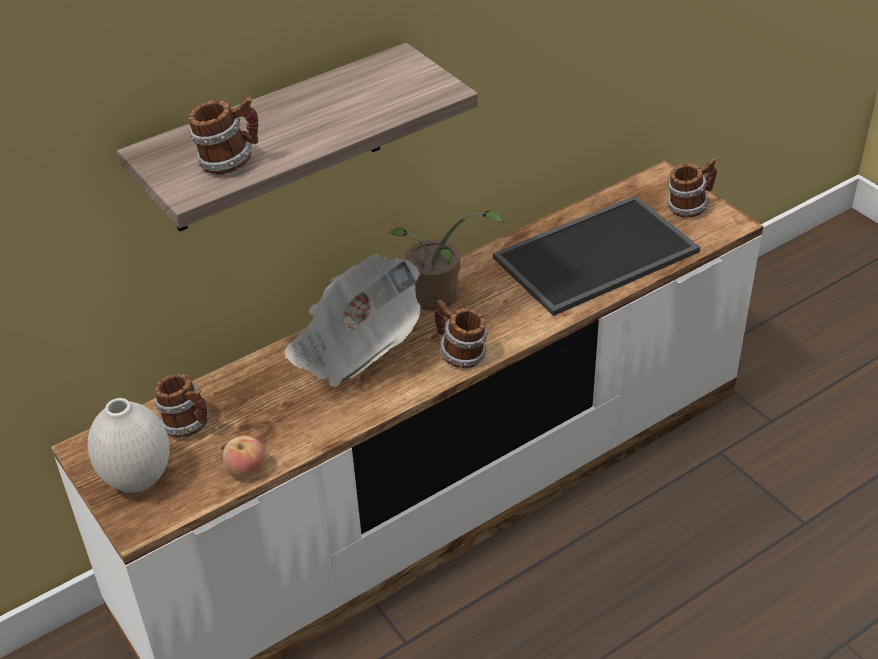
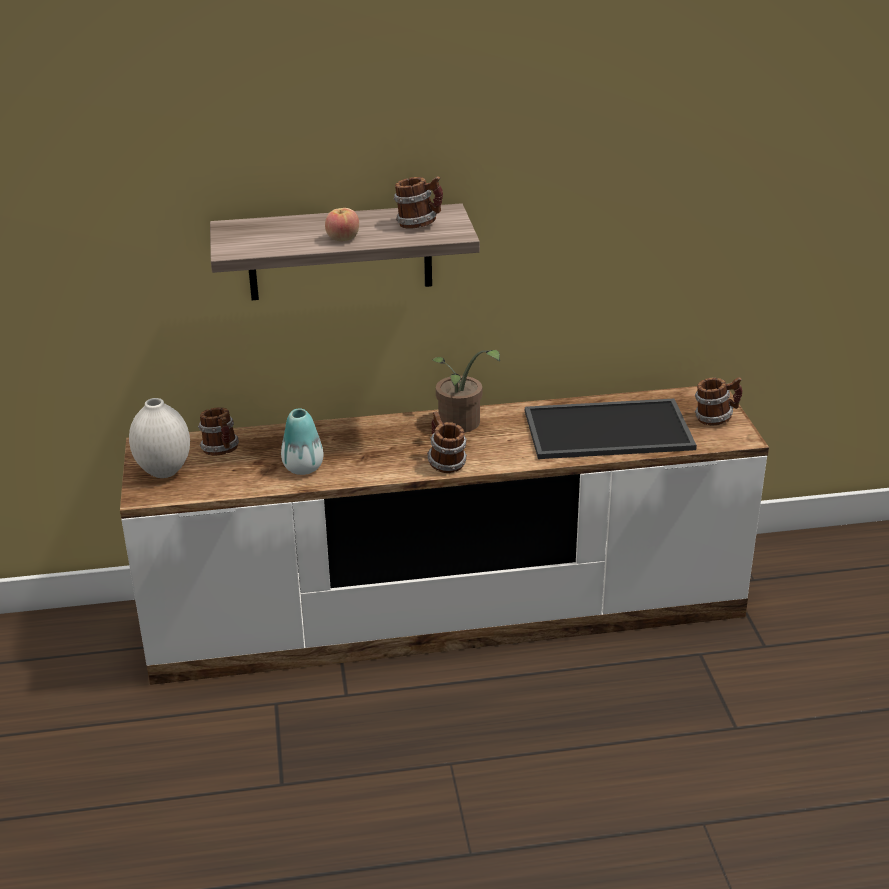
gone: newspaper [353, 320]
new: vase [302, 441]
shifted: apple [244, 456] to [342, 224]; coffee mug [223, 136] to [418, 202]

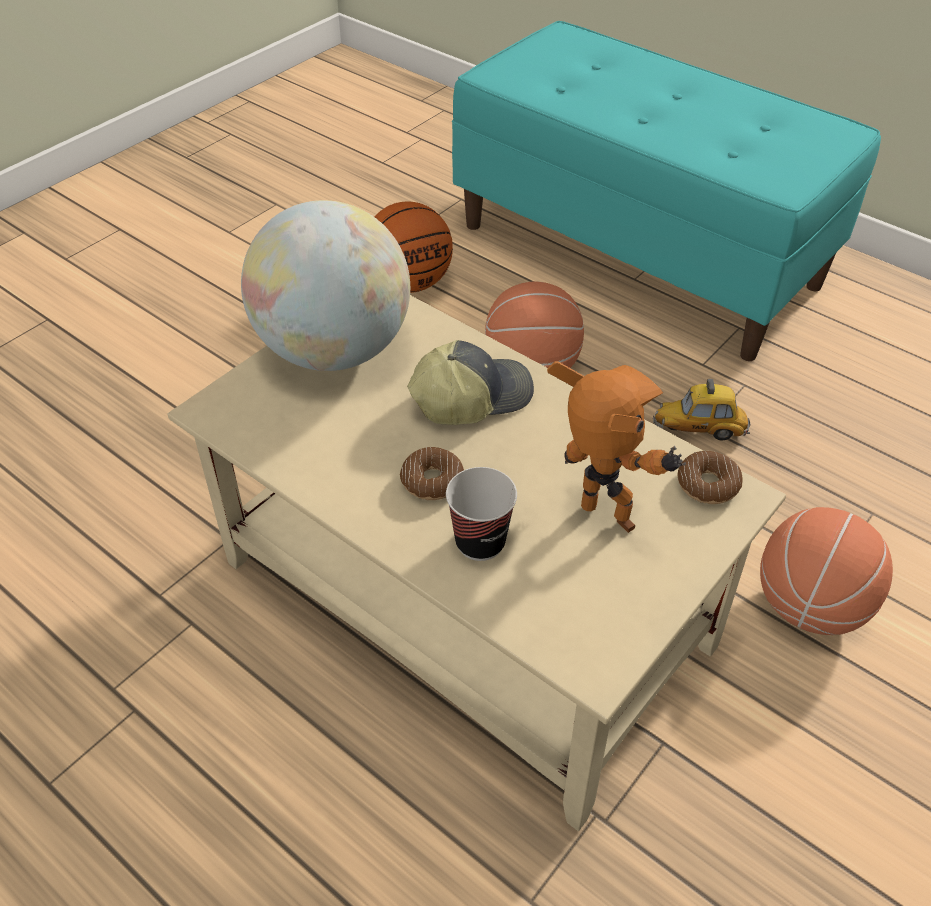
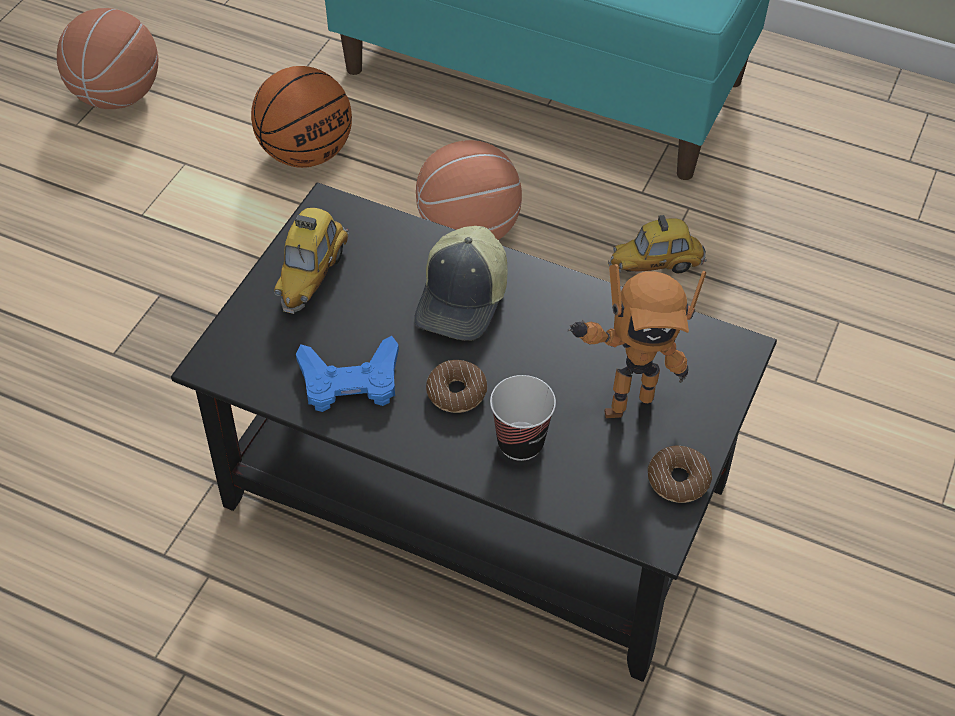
new: gamepad/blue-coloured [347, 374]
shifted: basketball ball [826, 571] to [107, 58]; ring doughnut [710, 477] to [680, 474]
swapped: desk globe [325, 285] to miniature car [311, 261]
repainted: low table/beige [477, 563] to low table/blackish [474, 432]
rotated: cap [470, 382] = [461, 283] 150 degrees clockwise; toy robot [616, 447] = [637, 341] 135 degrees clockwise

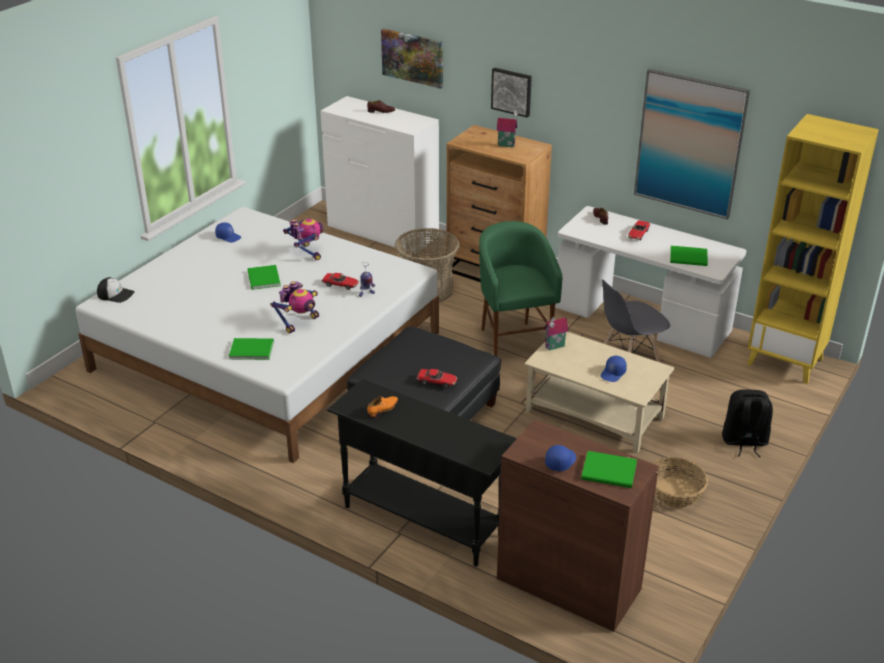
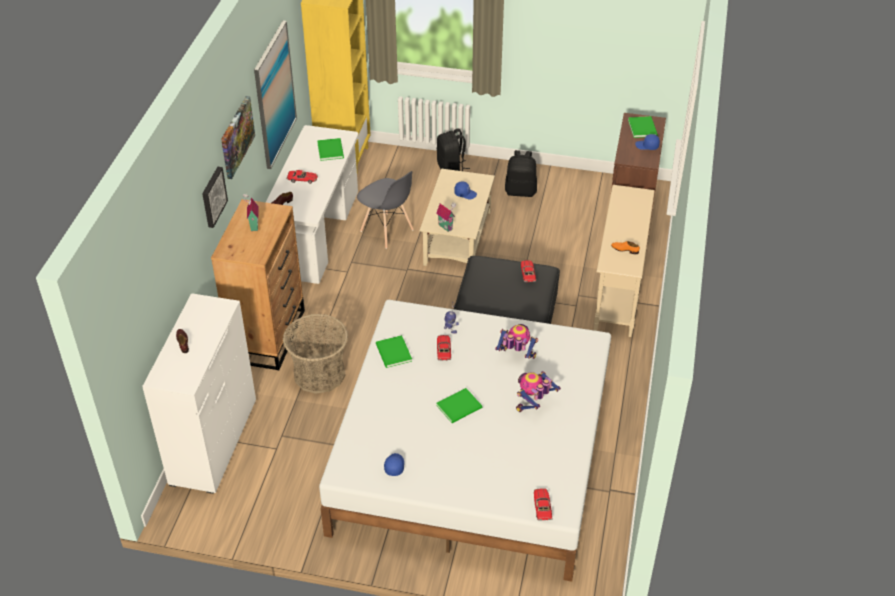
gone: stool/green-coloured [520, 288]
shifted: wall art [412, 59] to [238, 137]; volume/green-coloured [251, 349] to [394, 351]; toy robot [303, 239] to [538, 391]
swapped: household basket [680, 482] to backpack/blackish [521, 173]; cap [115, 290] to miniature car [543, 504]
repainted: narrow table/blackish [422, 472] to narrow table/beige [624, 261]

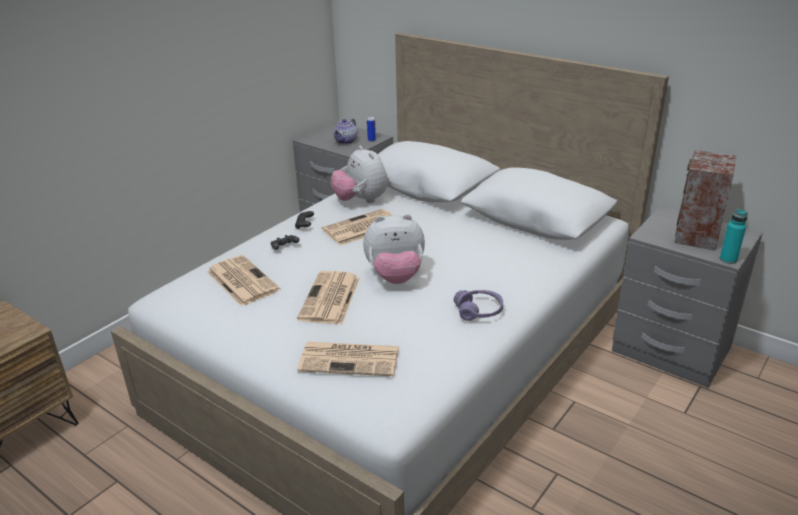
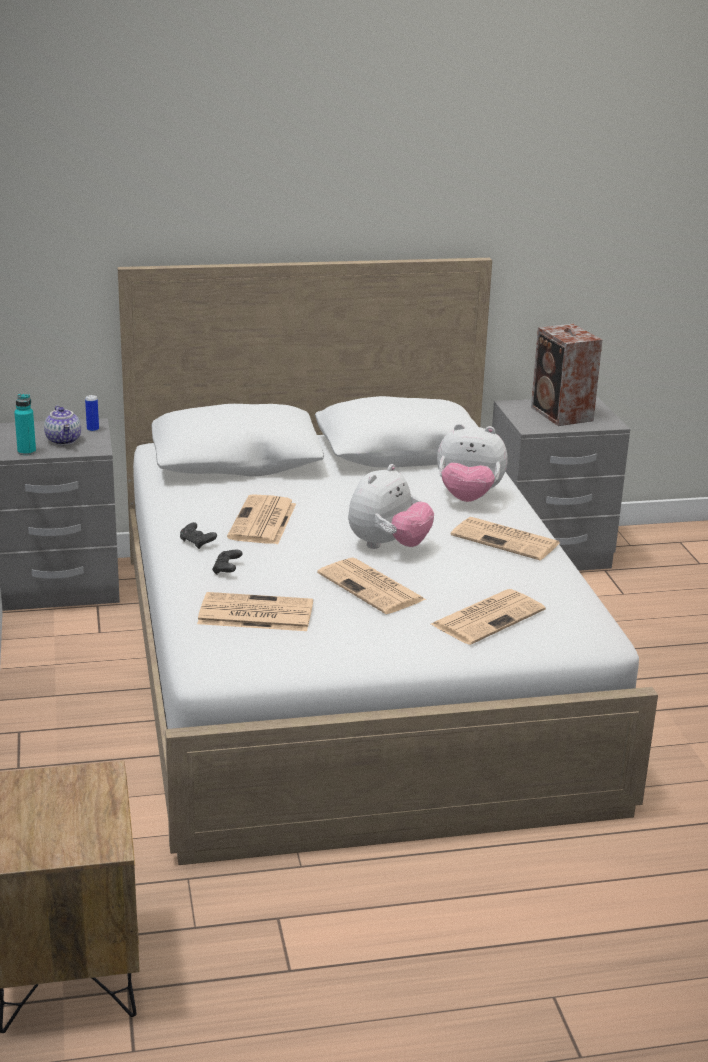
shifted: beverage bottle/blue-green [734, 236] to [25, 425]; plush toy [359, 174] to [472, 462]
swapped: headphones/purple [478, 305] to newspaper [505, 538]

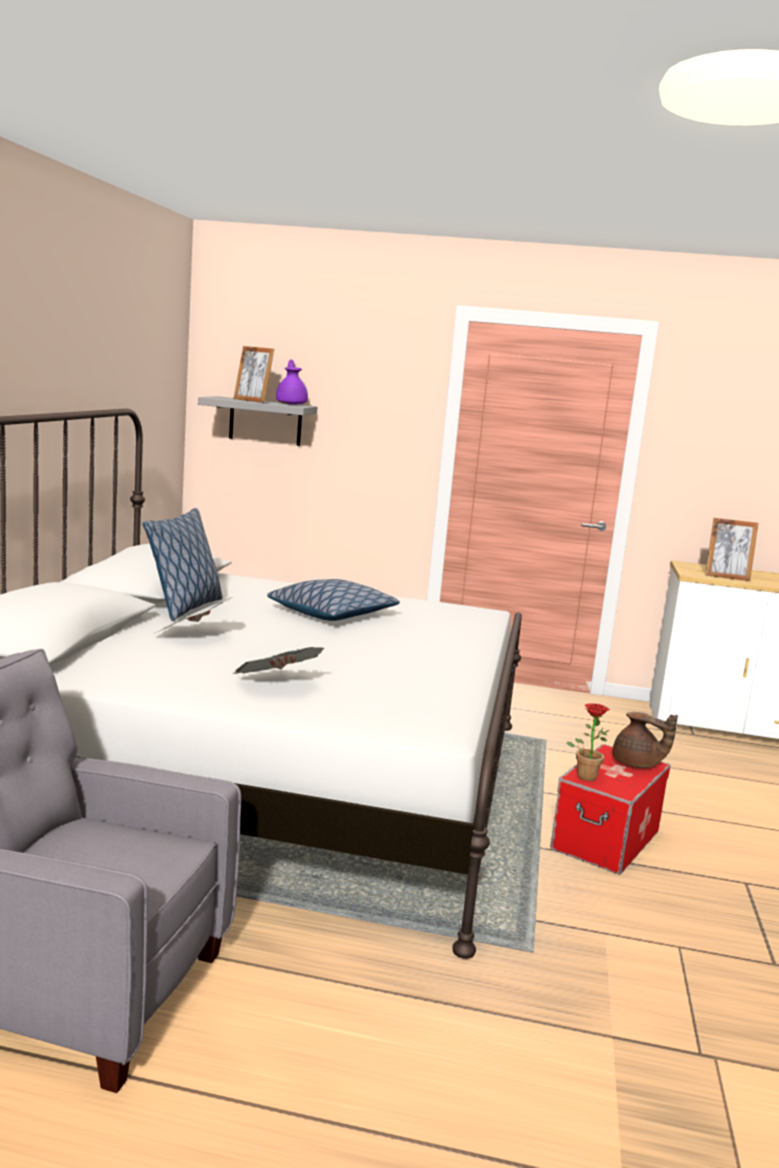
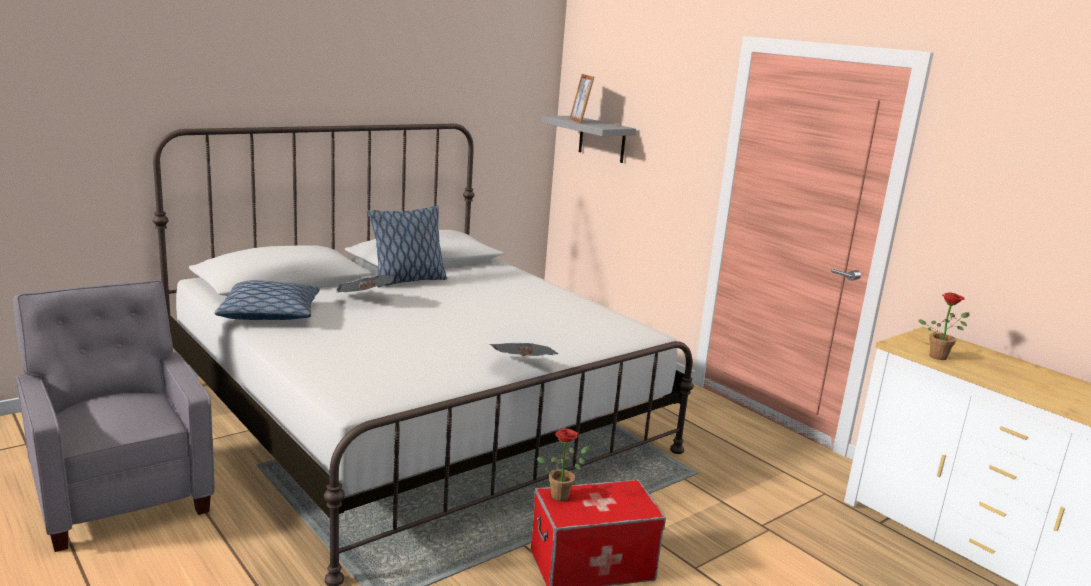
gone: pot for tea/purple [292, 382]; pot for tea/brown [645, 740]
shifted: cushion [333, 600] to [267, 300]; newspaper [278, 660] to [524, 349]
swapped: picture frame [732, 549] to potted plant [944, 326]

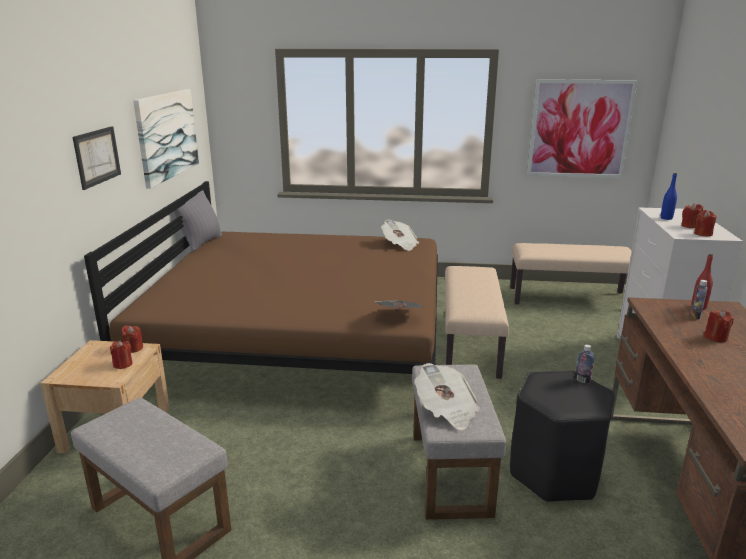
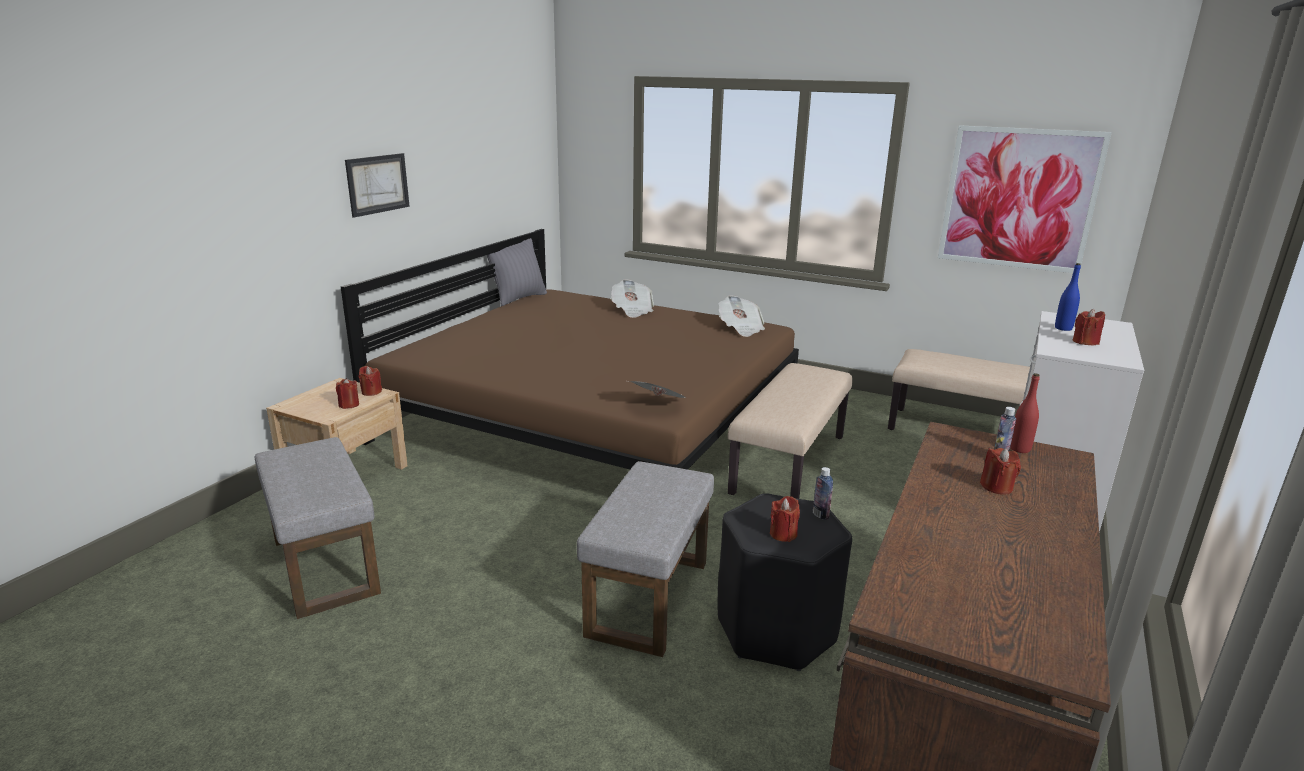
gone: wall art [166, 139]
shifted: newspaper [447, 396] to [632, 298]; candle/red [705, 223] to [785, 519]

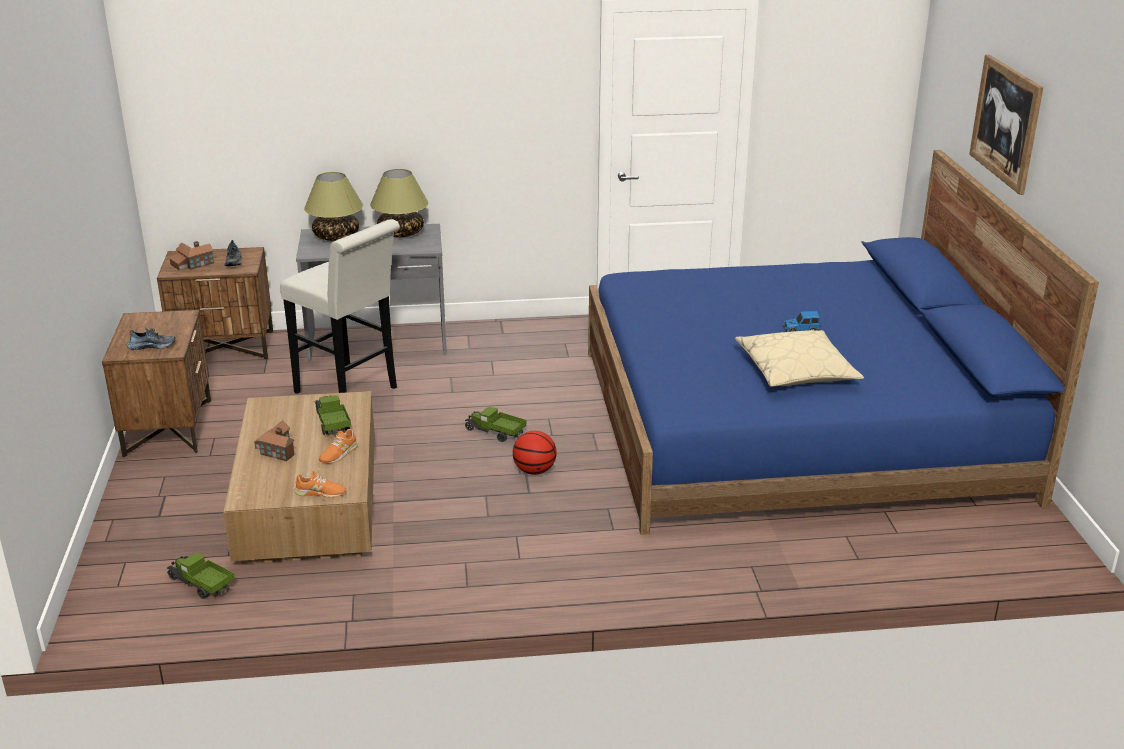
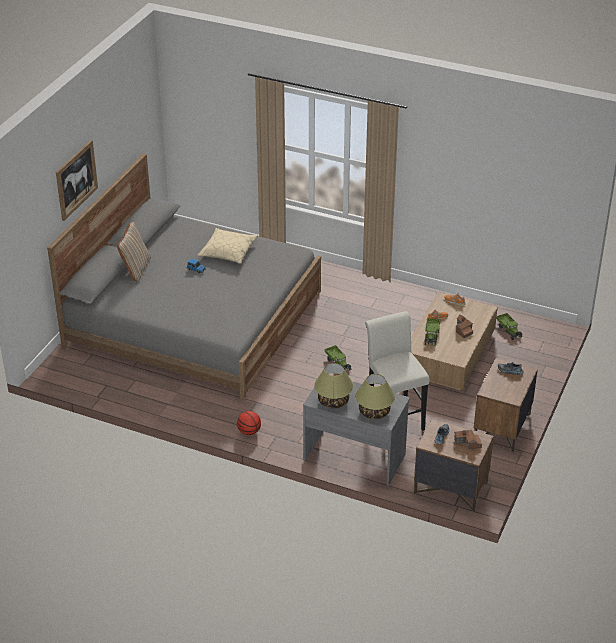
new: cushion/beige [134, 251]
shifted: basketball ball [535, 453] to [249, 423]
repainted: bedroom bed/blue-coloured [843, 342] to bedroom bed/greyish [184, 276]

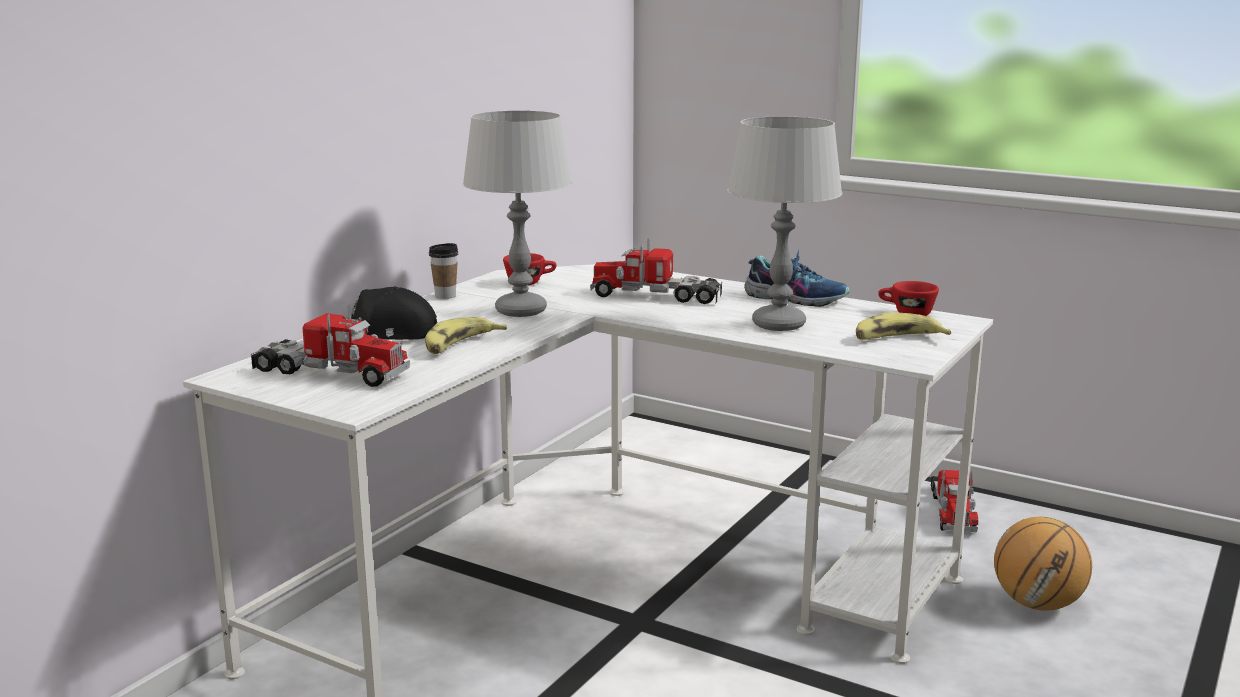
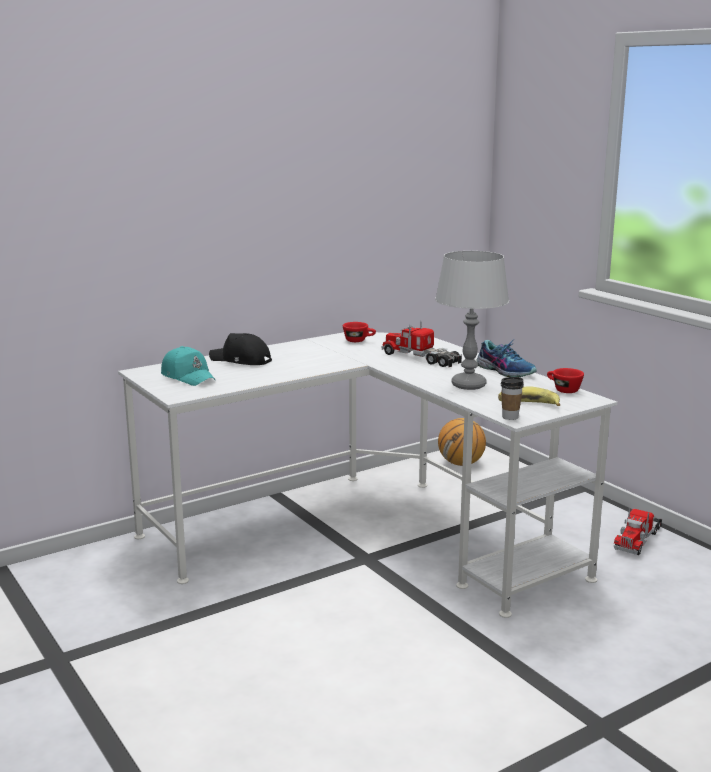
gone: banana [466, 335]; table lamp/greyish [517, 213]
shifted: basketball ball [1043, 563] to [462, 442]; cup [443, 271] to [512, 398]
swapped: model truck [330, 345] to cap/blue-green [188, 366]

